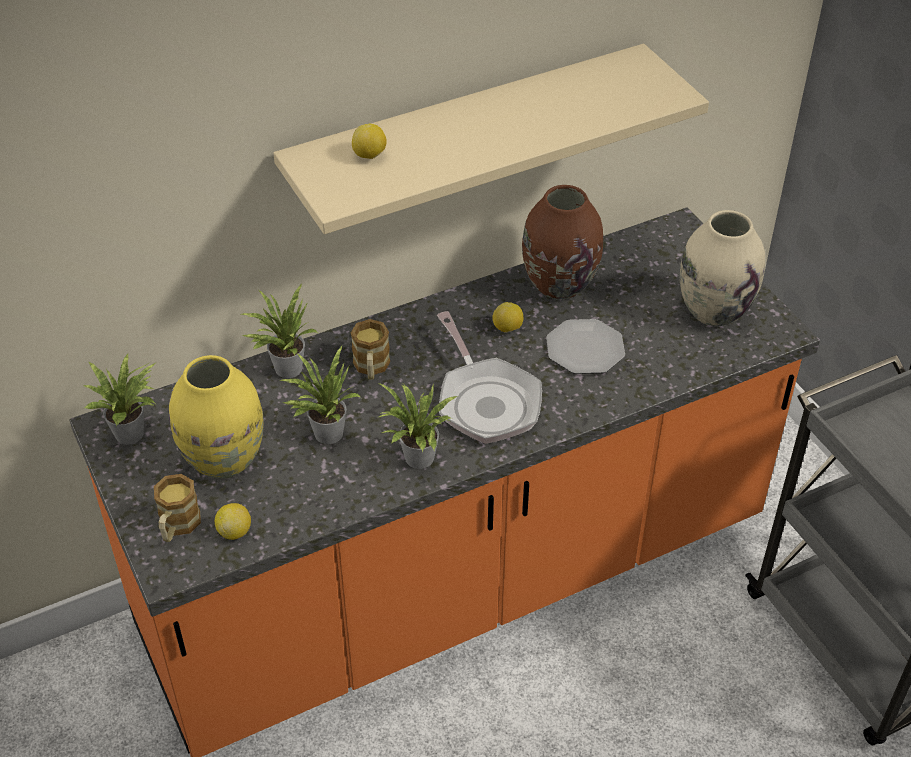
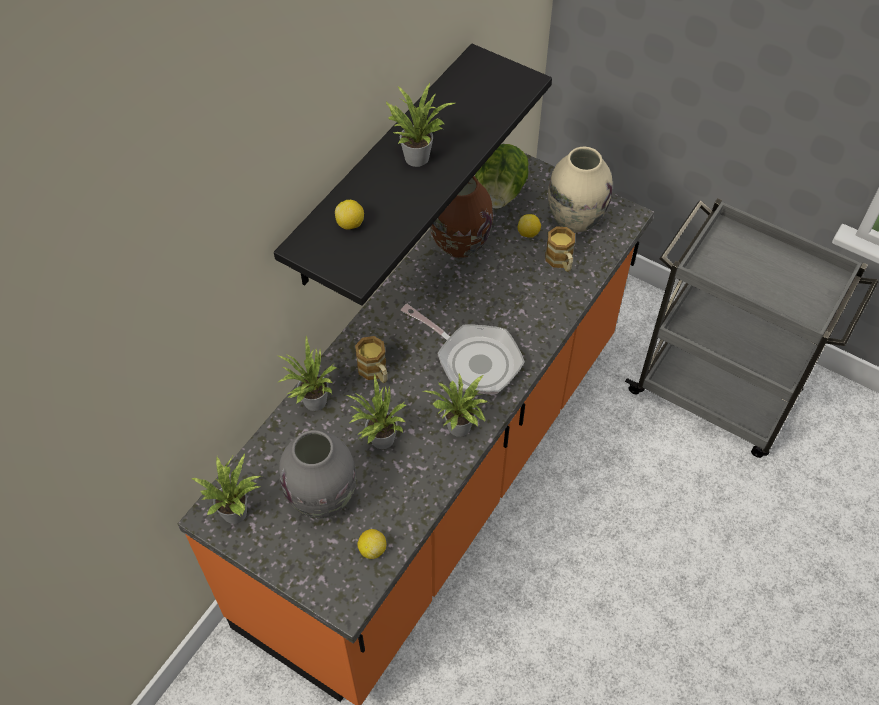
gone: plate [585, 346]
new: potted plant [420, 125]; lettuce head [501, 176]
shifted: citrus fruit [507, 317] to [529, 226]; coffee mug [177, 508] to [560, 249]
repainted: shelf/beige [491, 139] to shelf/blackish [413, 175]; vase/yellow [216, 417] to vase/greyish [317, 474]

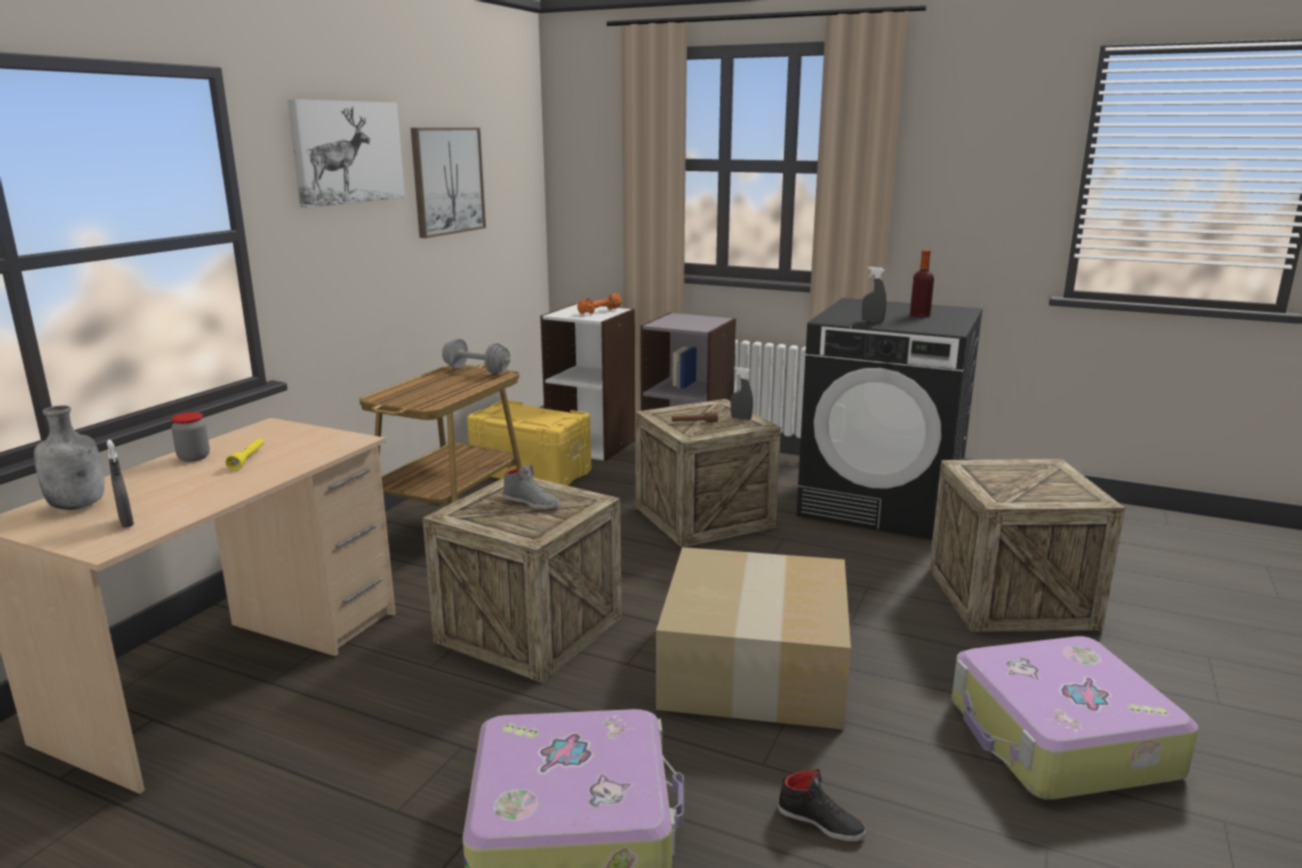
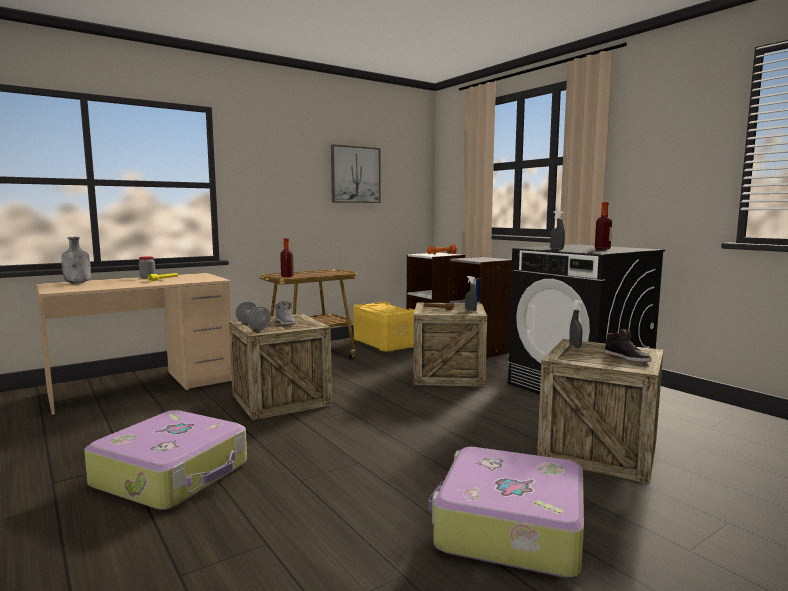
gone: wall art [346, 153]; carton [753, 638]
new: beverage bottle [287, 257]
shifted: dumbbell/greyish [476, 356] to [253, 315]; hand sprayer/greyish [120, 483] to [575, 324]; shoe/blackish [822, 805] to [627, 345]

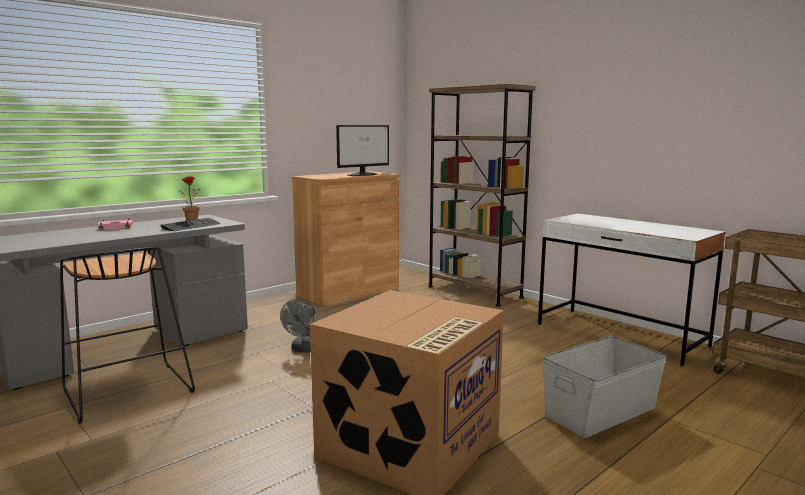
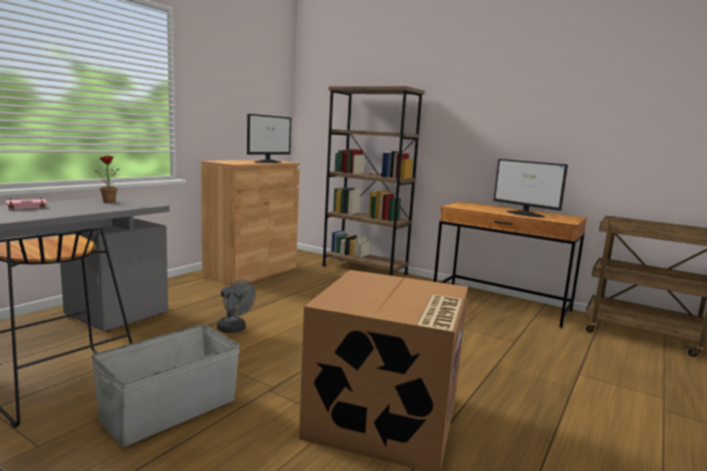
gone: computer keyboard [190, 224]
new: monitor [531, 188]
shifted: storage bin/greyish [604, 387] to [165, 385]
repainted: desk table/whitish [632, 290] to desk table/brown [510, 265]
rotated: fan/greyish [297, 326] = [236, 306] 60 degrees counterclockwise

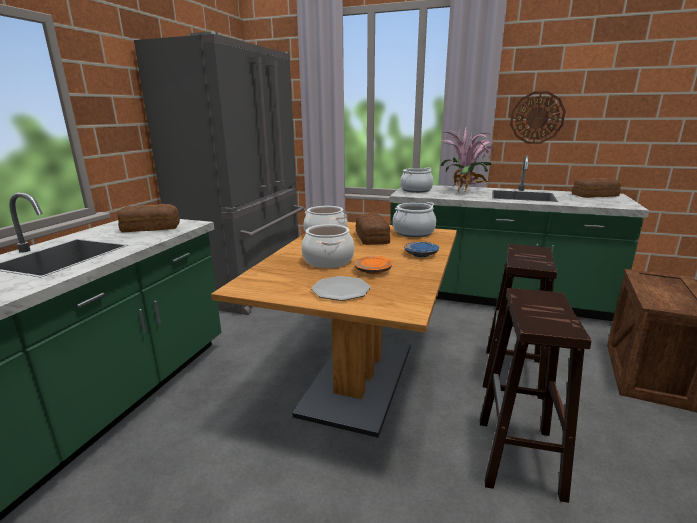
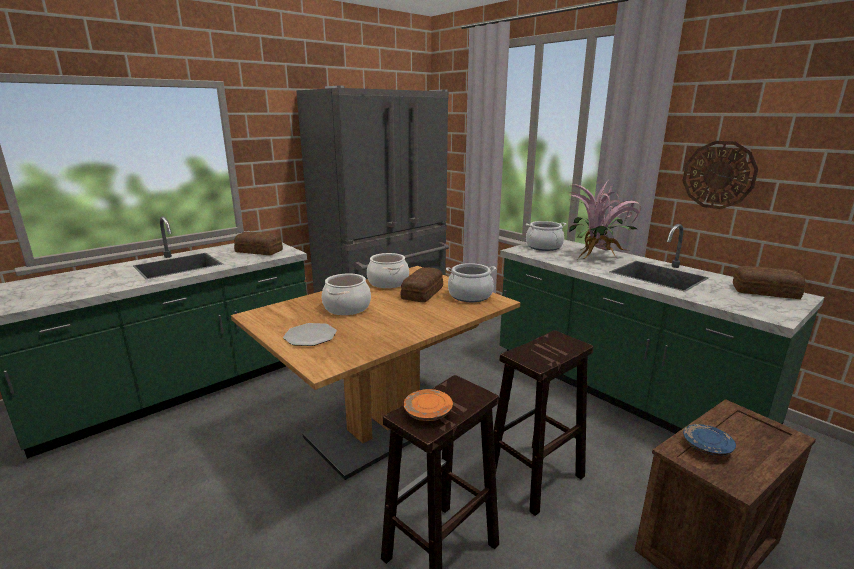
shifted: plate/orangey [373, 265] to [428, 405]; plate/blue-coloured [421, 249] to [709, 440]

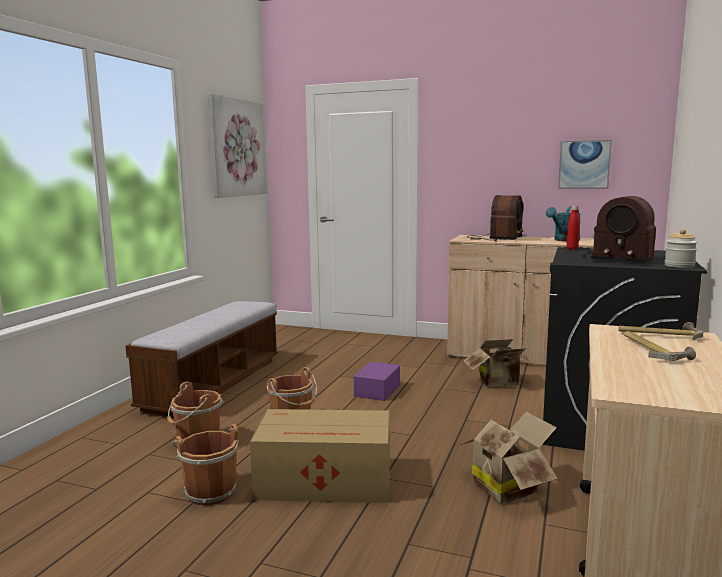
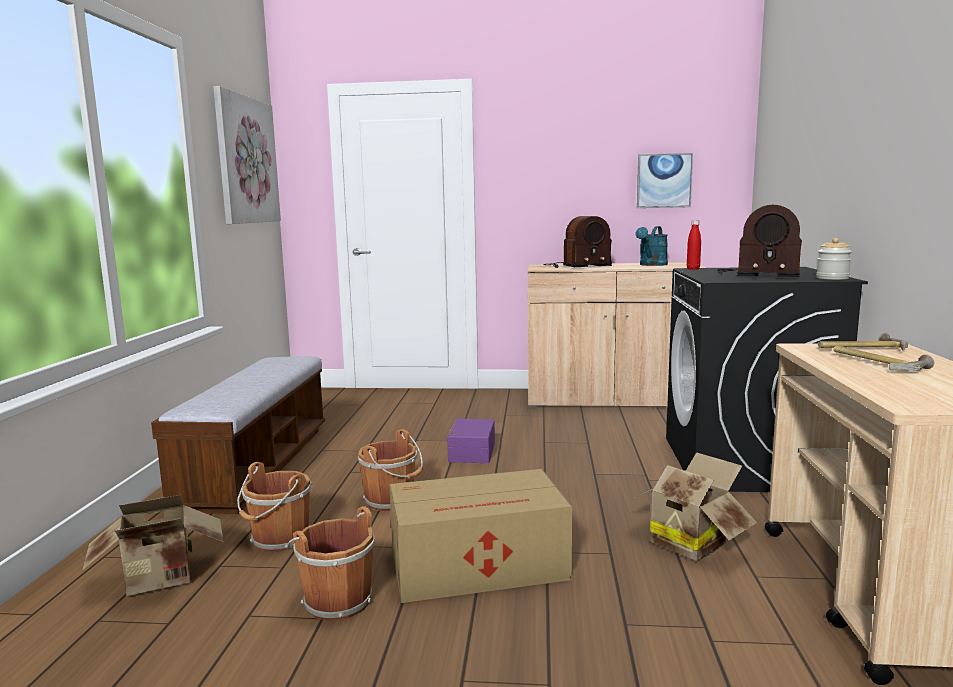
shifted: carton [498, 363] to [153, 545]
rotated: radio [495, 218] = [577, 242] 60 degrees clockwise

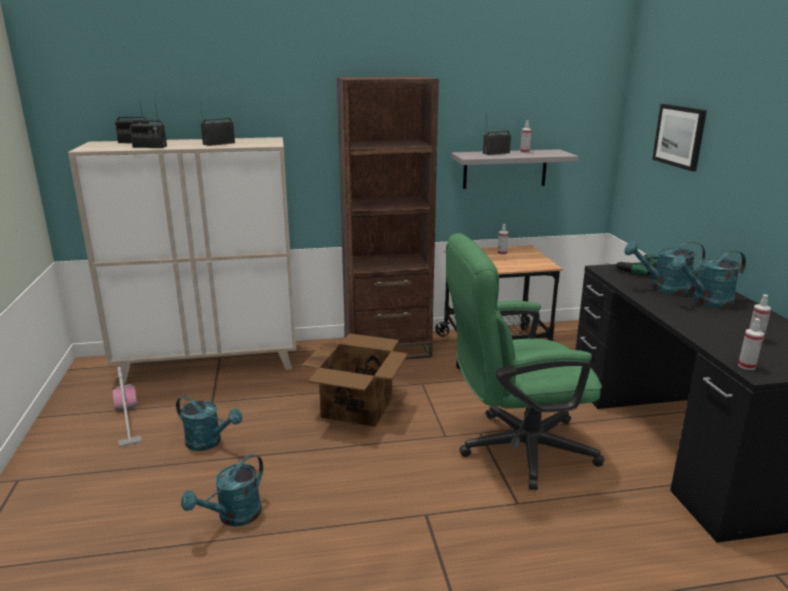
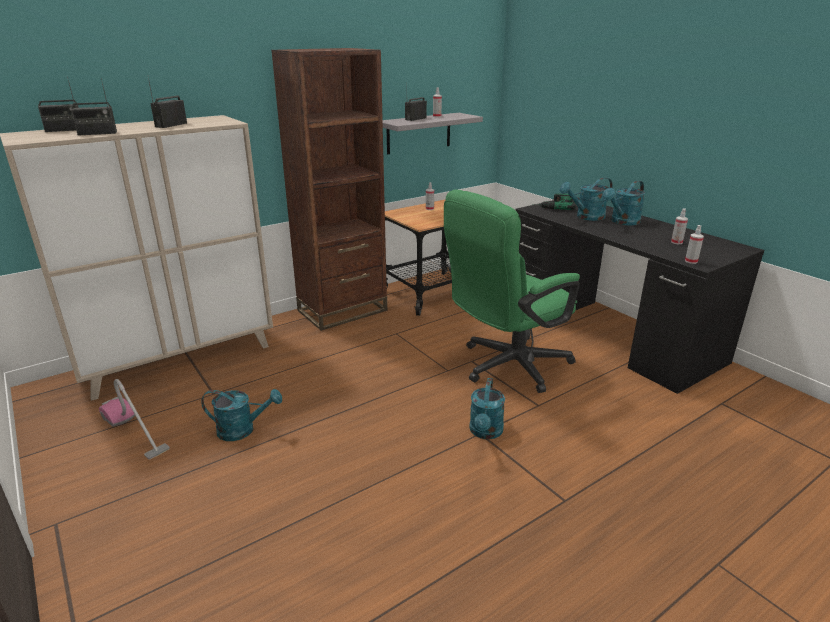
gone: carton [355, 380]; wall art [679, 137]
shifted: watering pot/blue-green [222, 490] to [487, 408]

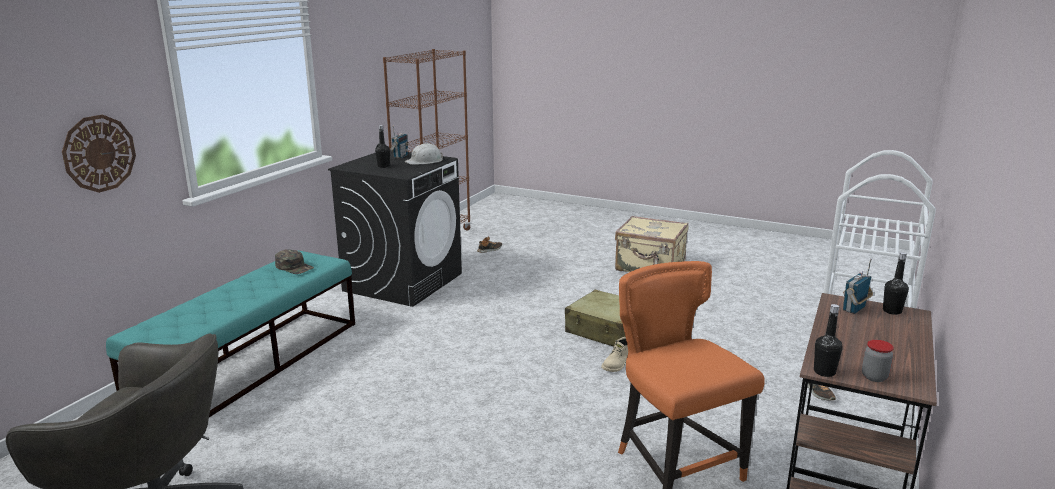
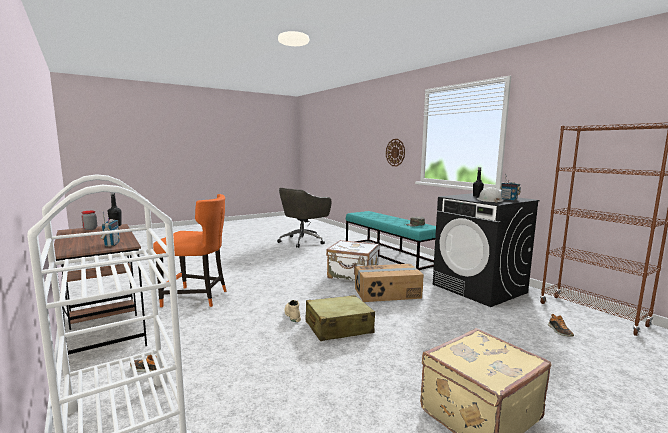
gone: beverage bottle/blackish [896, 283]
new: piece of luggage/whitish [352, 261]; carton [389, 283]

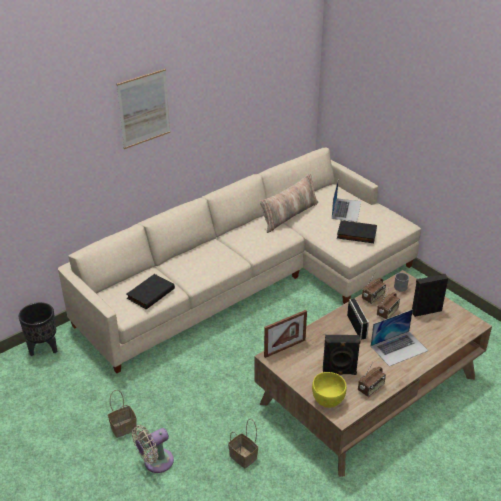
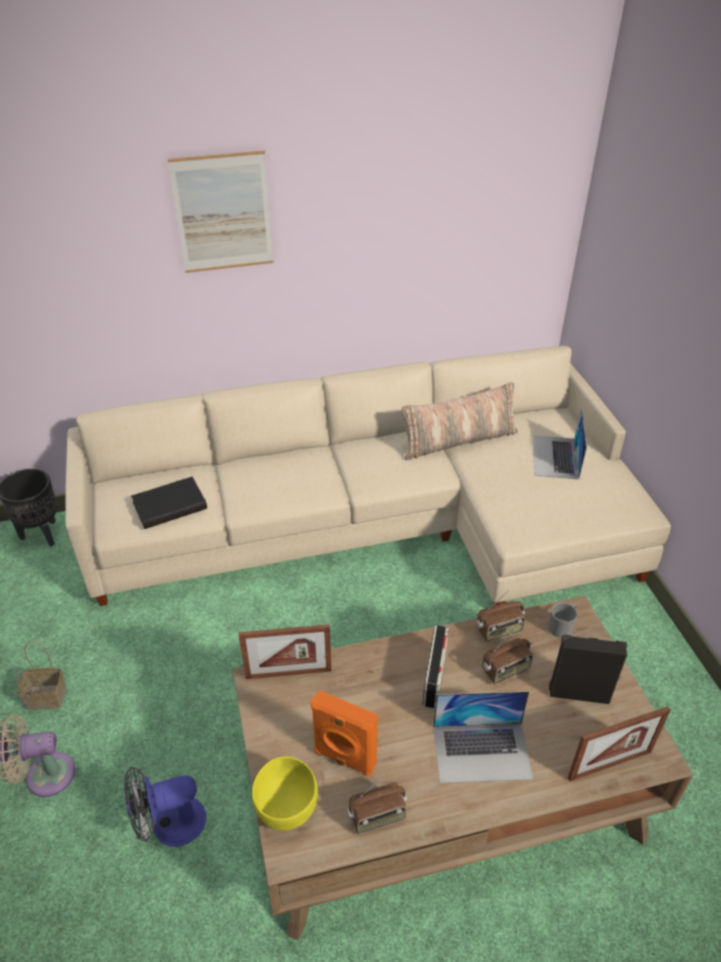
gone: volume/blackish [357, 231]
new: picture frame [619, 743]
swapped: household basket [243, 443] to fan [165, 806]
repainted: loudspeaker/blackish [342, 355] to loudspeaker/orangey [344, 733]
rotated: portable computer [346, 201] = [560, 443] 150 degrees clockwise

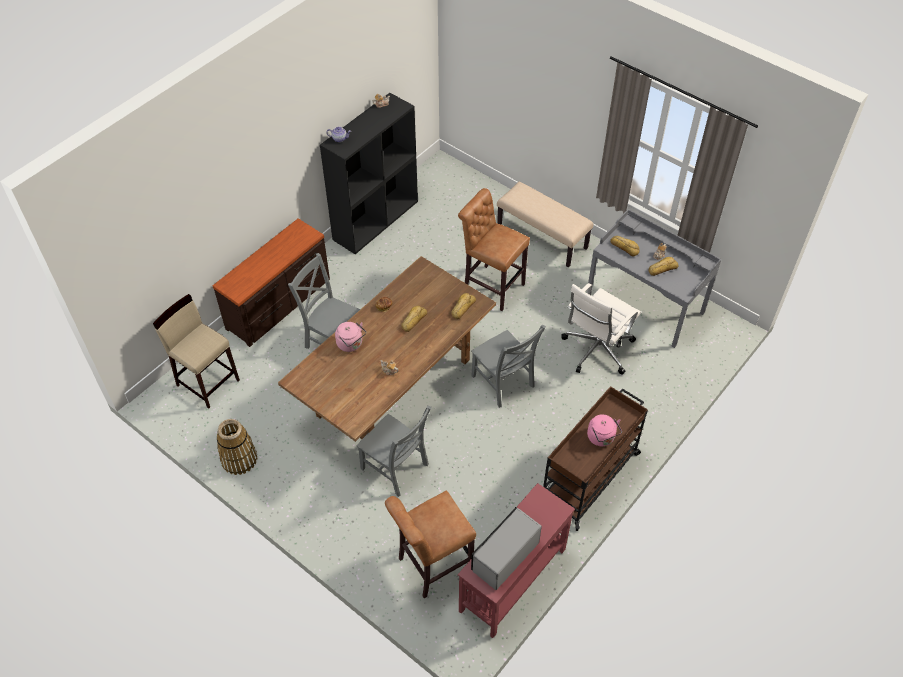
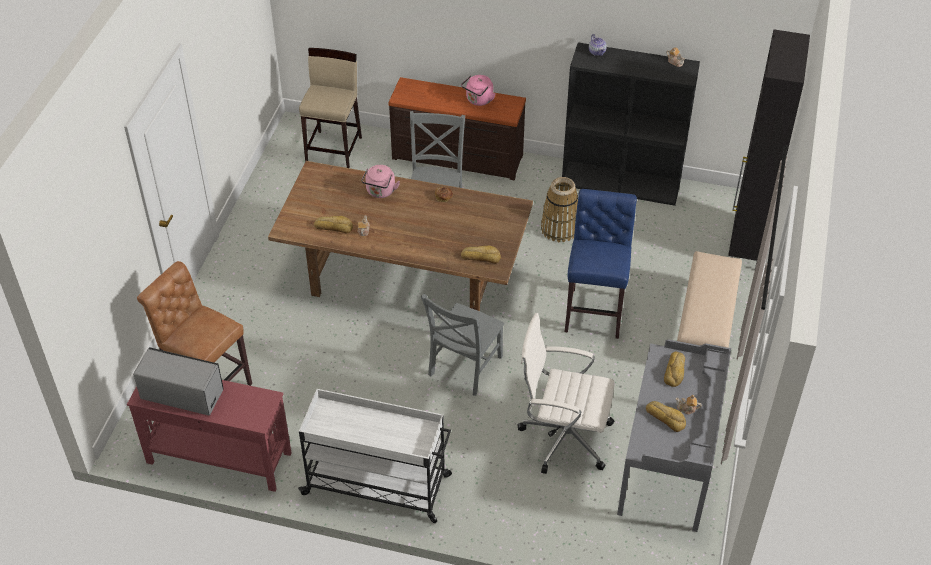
gone: plain chair/greyish [394, 451]
new: cupboard/blackish [769, 148]
shifted: bread [414, 319] to [333, 225]; water kettle/pink [604, 430] to [478, 90]; household basket [237, 447] to [559, 209]
repainted: trolley/brown [595, 458] to trolley/whitish [375, 456]; stool/brown [494, 249] to stool/blue-coloured [601, 264]

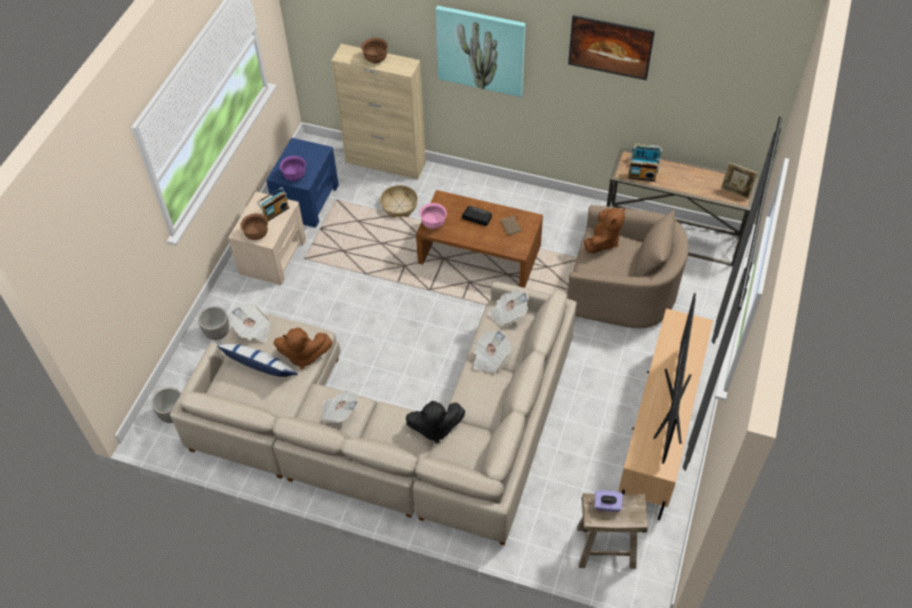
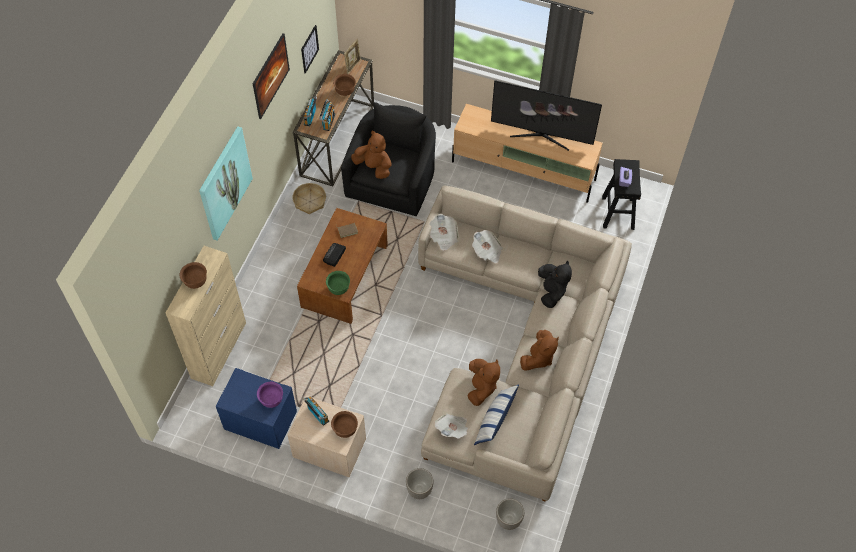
new: wall art [310, 49]; bowl/brown [344, 85]
shifted: household basket [399, 201] to [309, 198]
swapped: newspaper [339, 406] to plush toy/brown [539, 350]
repainted: bowl/pink [433, 216] to bowl/green-coloured [338, 283]; lounge chair/beige [628, 266] to lounge chair/blackish [388, 159]; stool/beige [612, 531] to stool/blackish [621, 194]

